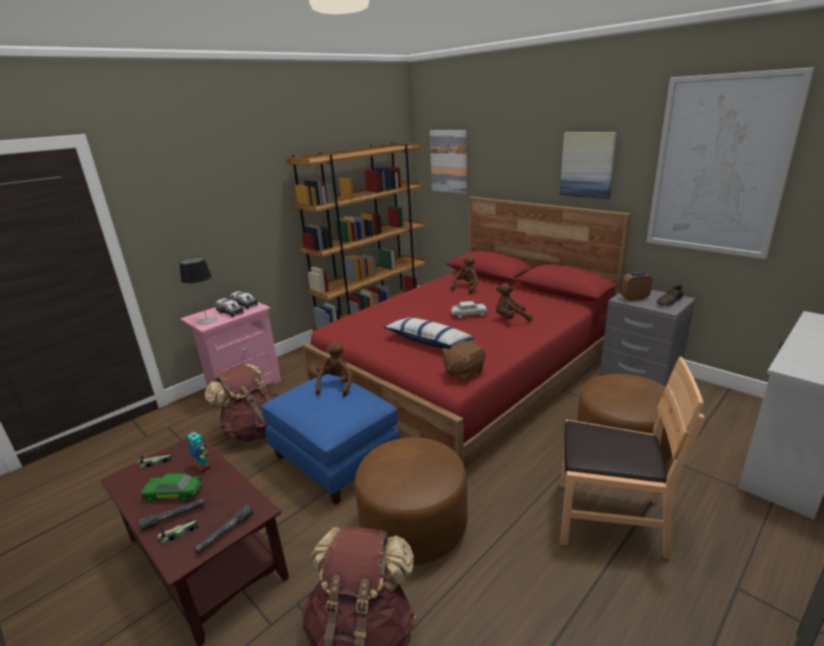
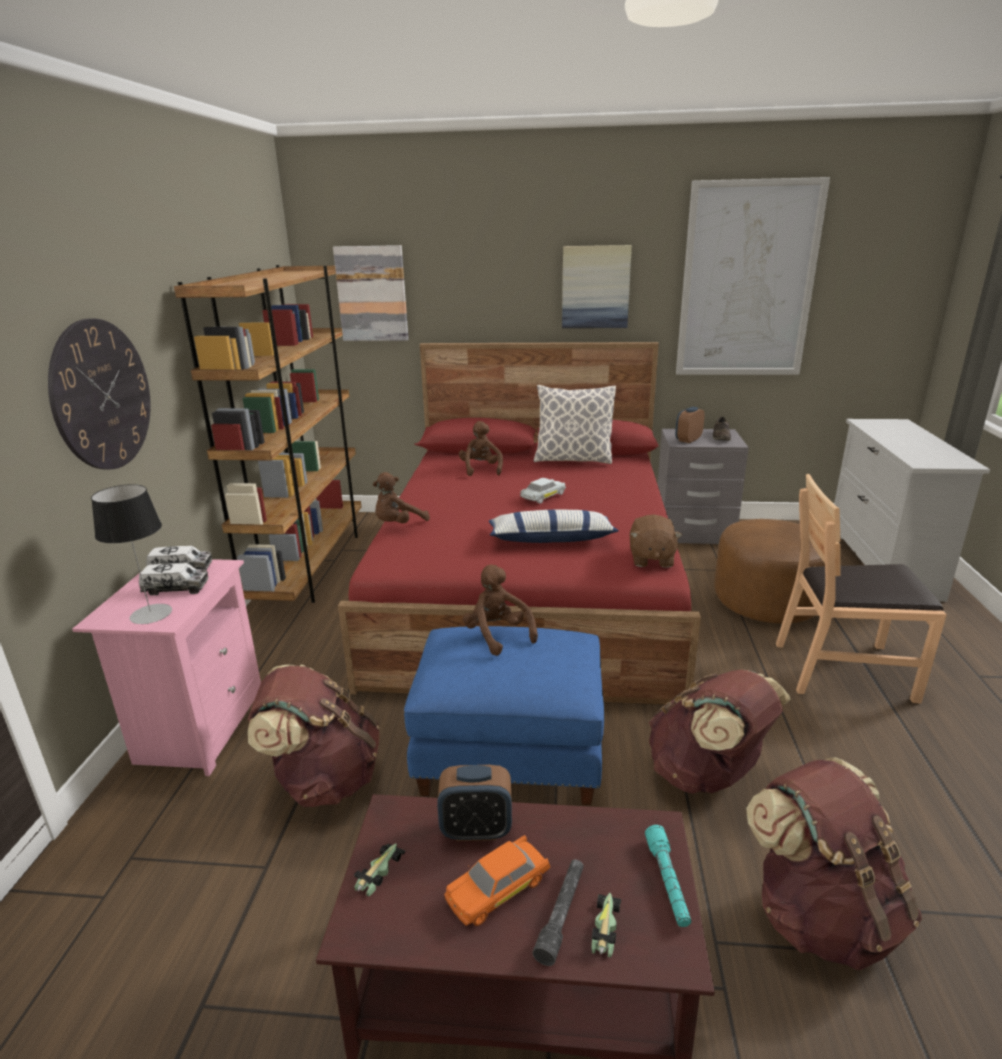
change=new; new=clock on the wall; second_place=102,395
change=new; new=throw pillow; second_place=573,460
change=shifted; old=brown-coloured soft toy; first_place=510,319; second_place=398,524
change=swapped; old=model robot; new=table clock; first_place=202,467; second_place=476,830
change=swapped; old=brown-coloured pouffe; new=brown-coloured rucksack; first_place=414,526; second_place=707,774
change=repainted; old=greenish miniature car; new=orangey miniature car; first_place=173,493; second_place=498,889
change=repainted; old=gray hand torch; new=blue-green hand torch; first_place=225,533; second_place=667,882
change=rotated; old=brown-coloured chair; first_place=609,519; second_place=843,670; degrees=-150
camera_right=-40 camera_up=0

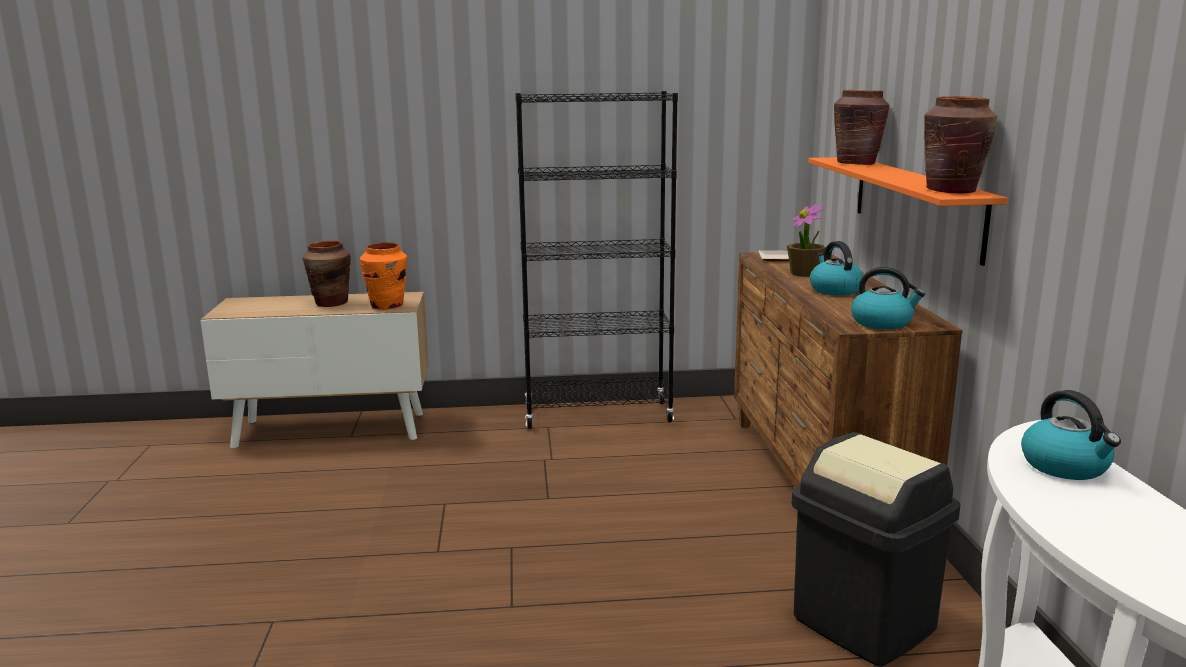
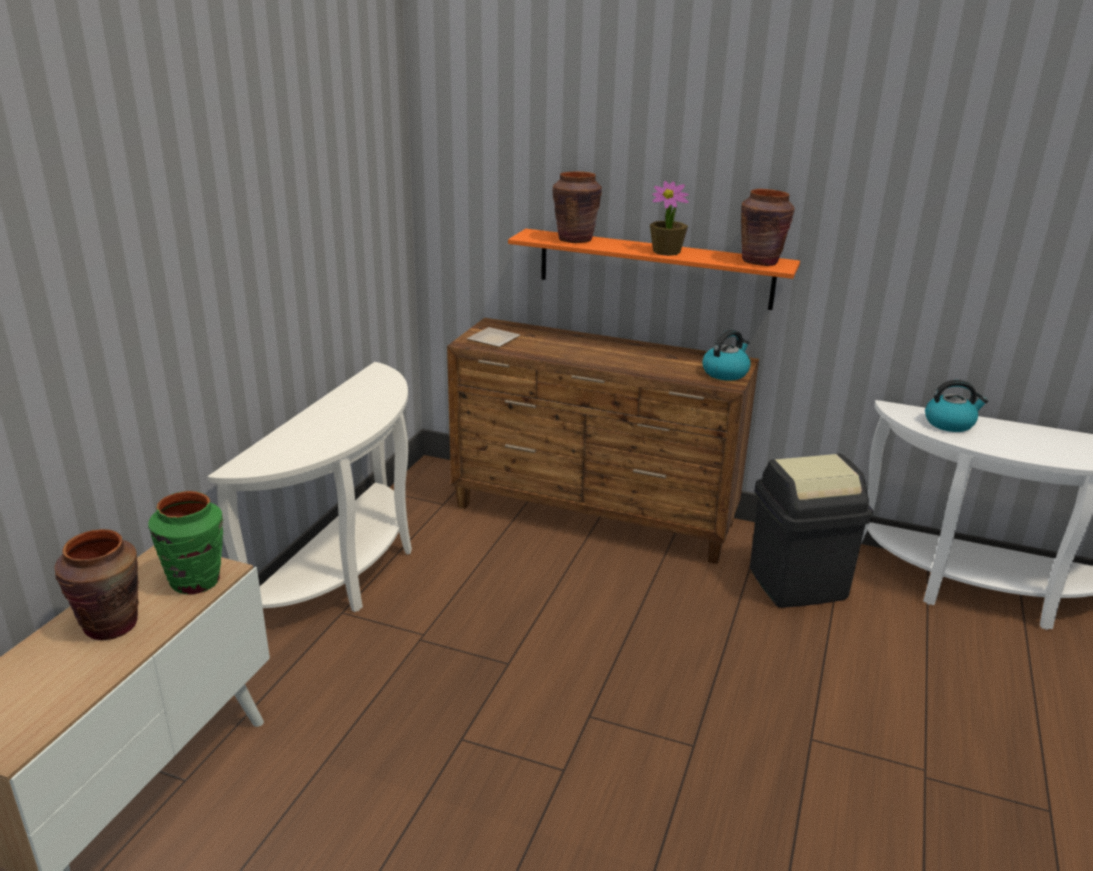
change=gone; old=tea kettle; first_place=834,290
change=shifted; old=potted plant; first_place=805,273; second_place=666,252
change=swapped; old=black shelving unit; new=white narrow table; first_place=598,415; second_place=349,572
change=repainted; old=orangey vase; new=greenish vase; first_place=387,306; second_place=196,581
camera_right=-65 camera_up=10

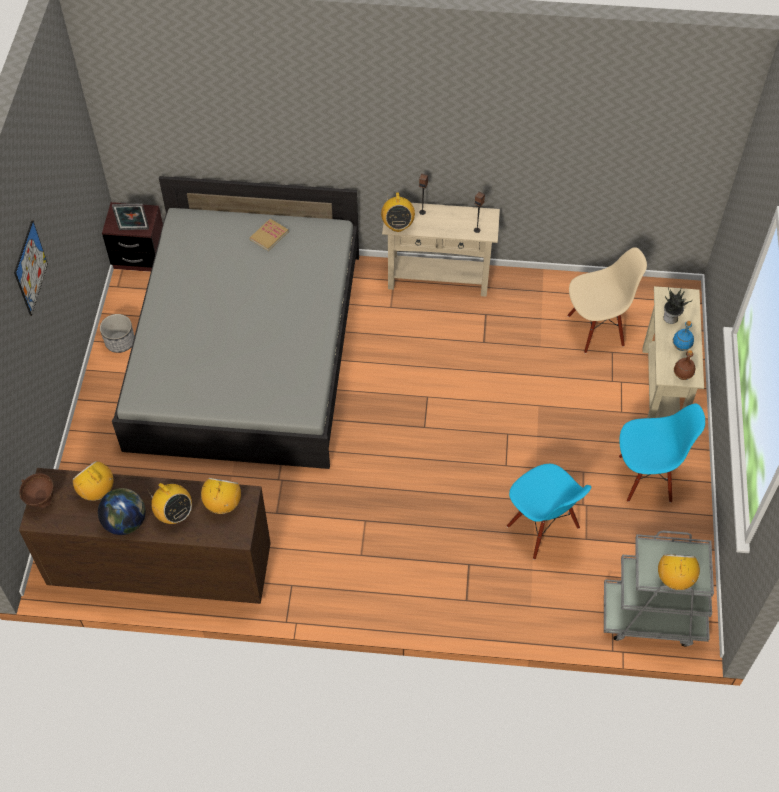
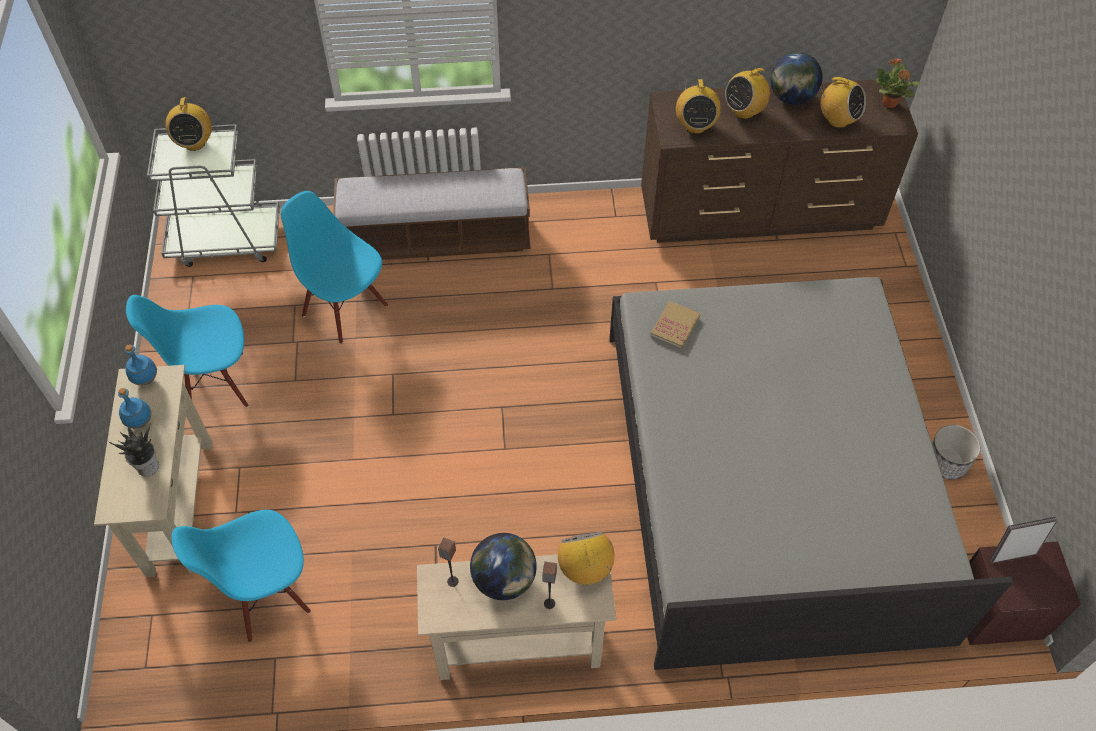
change=gone; old=wall art; first_place=30,268
change=new; new=indoor bench; second_place=437,239
change=new; new=desk globe; second_place=504,579
change=shifted; old=book; first_place=269,236; second_place=675,326
change=swapped; old=brown-coloured serving bowl; new=potted plant; first_place=43,502; second_place=889,103
change=repainted; old=beige chair; new=blue-coloured chair; first_place=596,329; second_place=267,594
change=repainted; old=brown-coloured drink bottle; new=blue-coloured drink bottle; first_place=682,376; second_place=145,380
change=rotated; old=radio receiver; first_place=174,514; second_place=744,111; degrees=-75
camera_right=170 camera_up=0

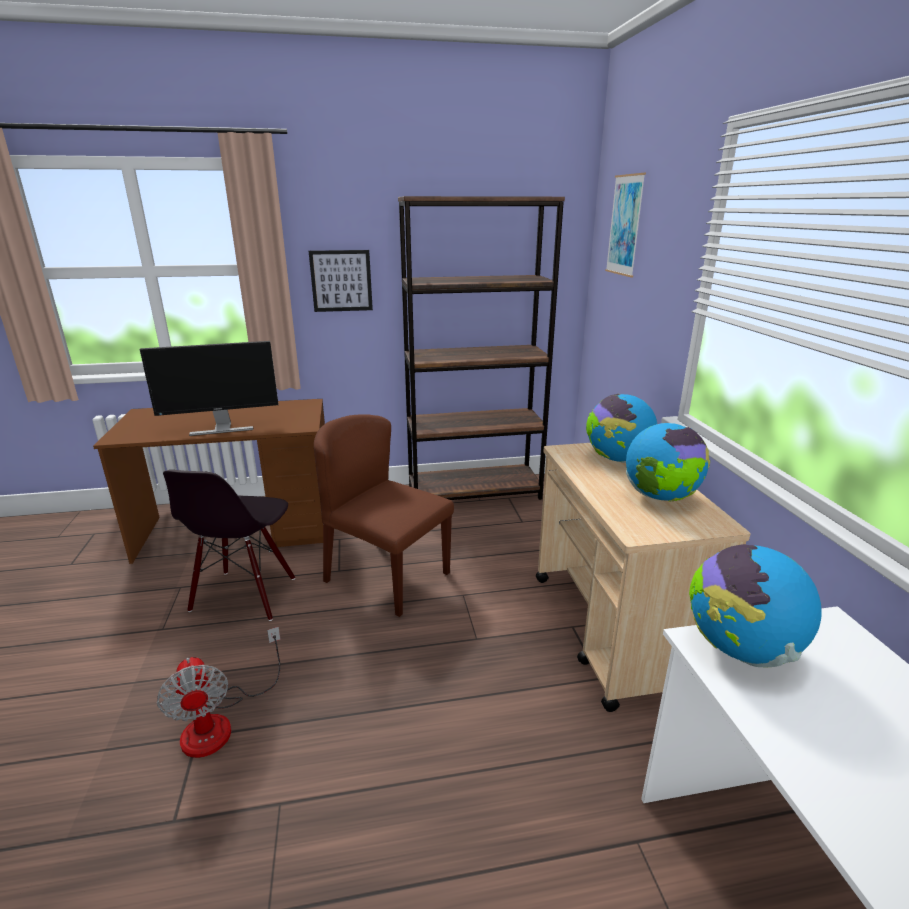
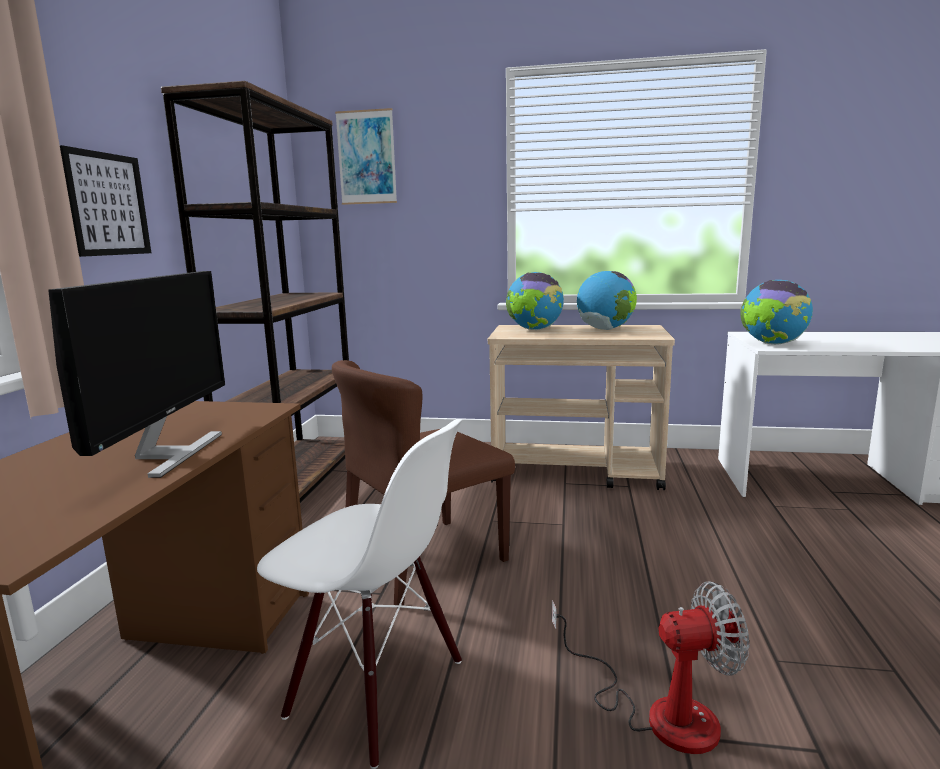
change=repainted; old=black chair; new=white chair; first_place=245,595; second_place=375,690
camera_right=-70 camera_up=-10

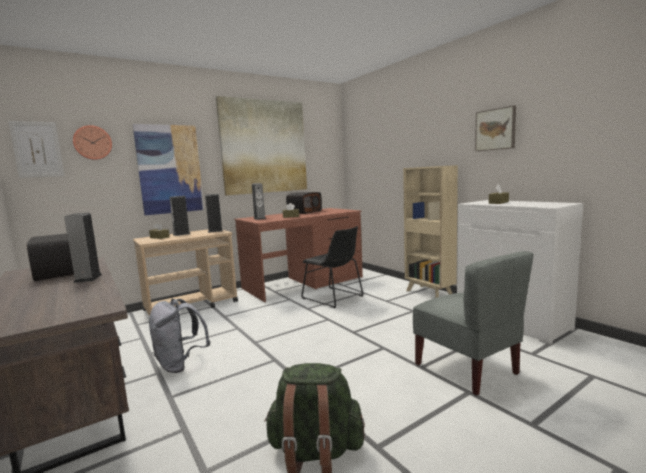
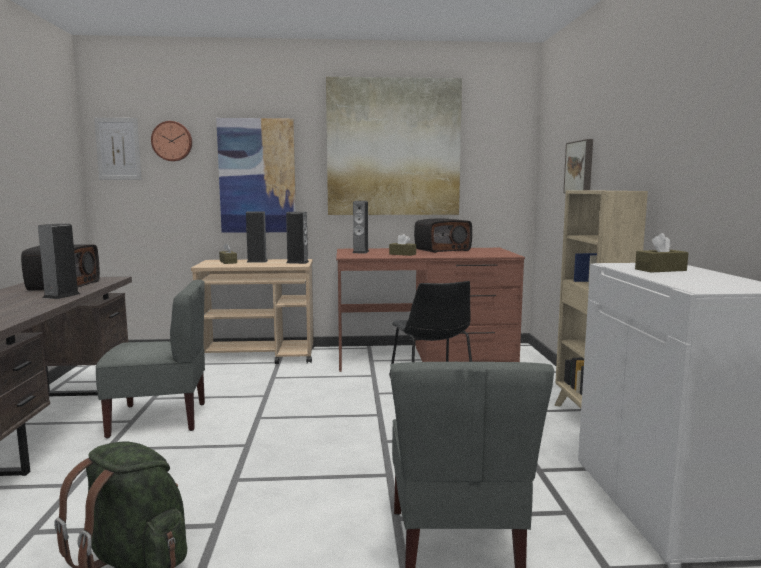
change=shifted; old=wall art; first_place=496,129; second_place=580,167
change=swapped; old=gray rucksack; new=gray chair; first_place=180,364; second_place=159,419
camera_right=30 camera_up=0

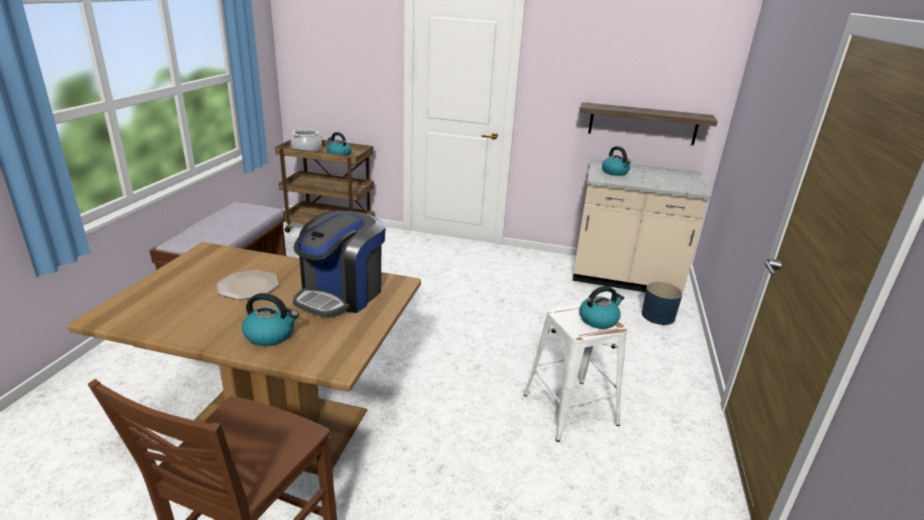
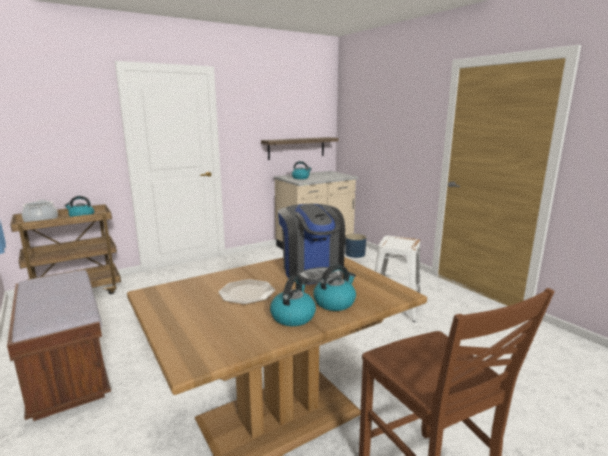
change=shifted; old=tea kettle; first_place=598,320; second_place=293,316
camera_right=-45 camera_up=-10

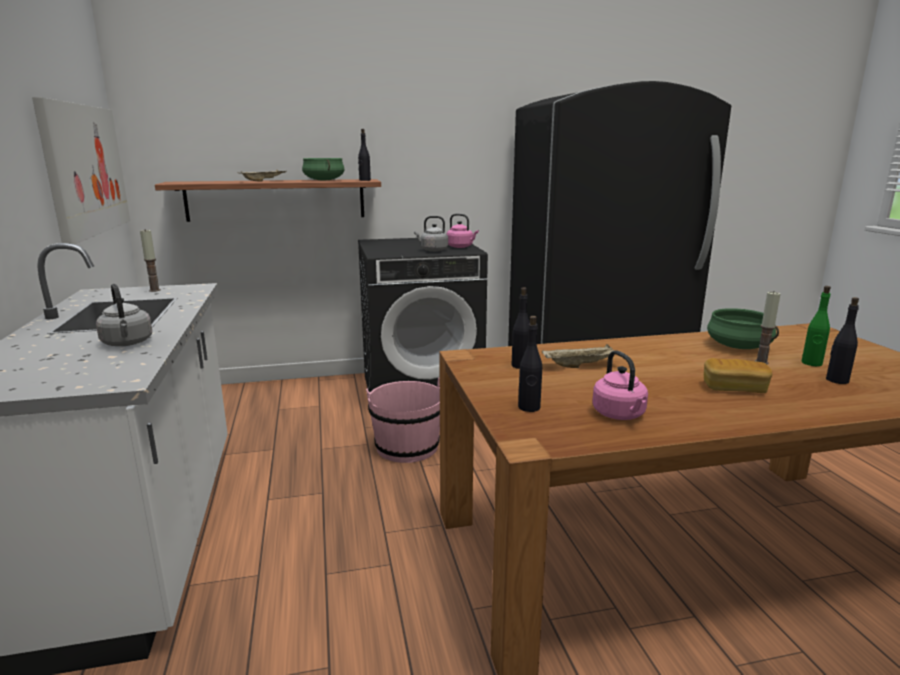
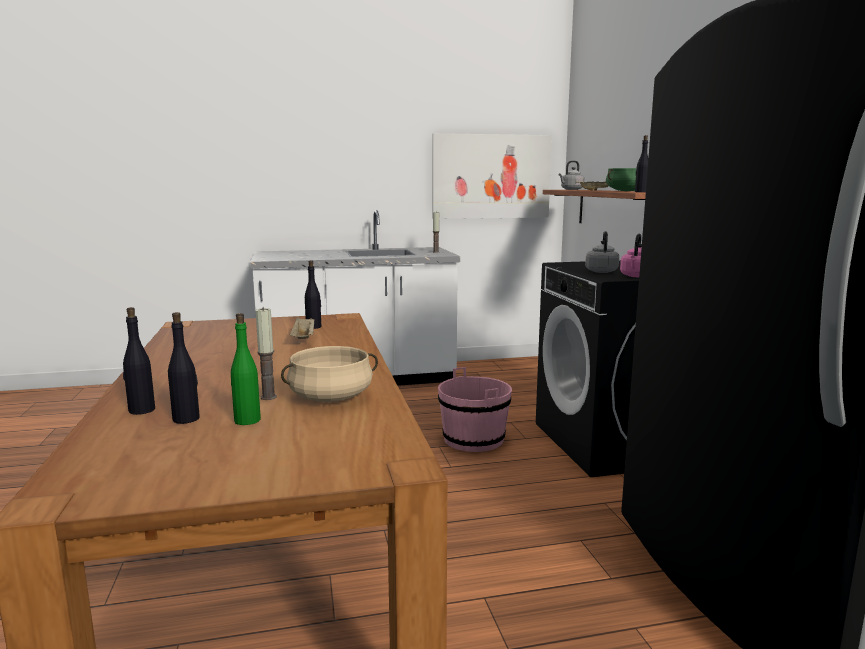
change=gone; old=pink-coloured tea kettle; first_place=620,415
change=gone; old=bread; first_place=734,388
change=shifted; old=gray tea kettle; first_place=127,343; second_place=571,189
change=shifted; old=black drink bottle; first_place=529,407; second_place=141,410
change=repainted; old=greenish stockpot; new=beige stockpot; first_place=739,346; second_place=331,397
camera_right=90 camera_up=-5

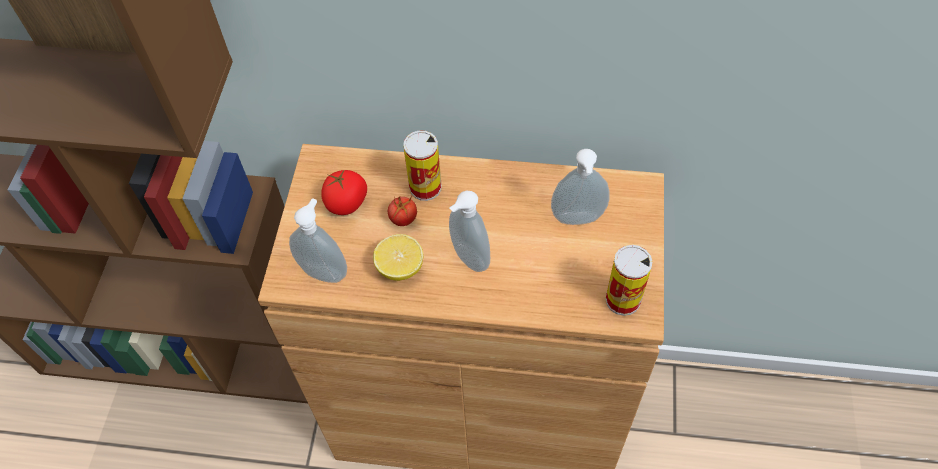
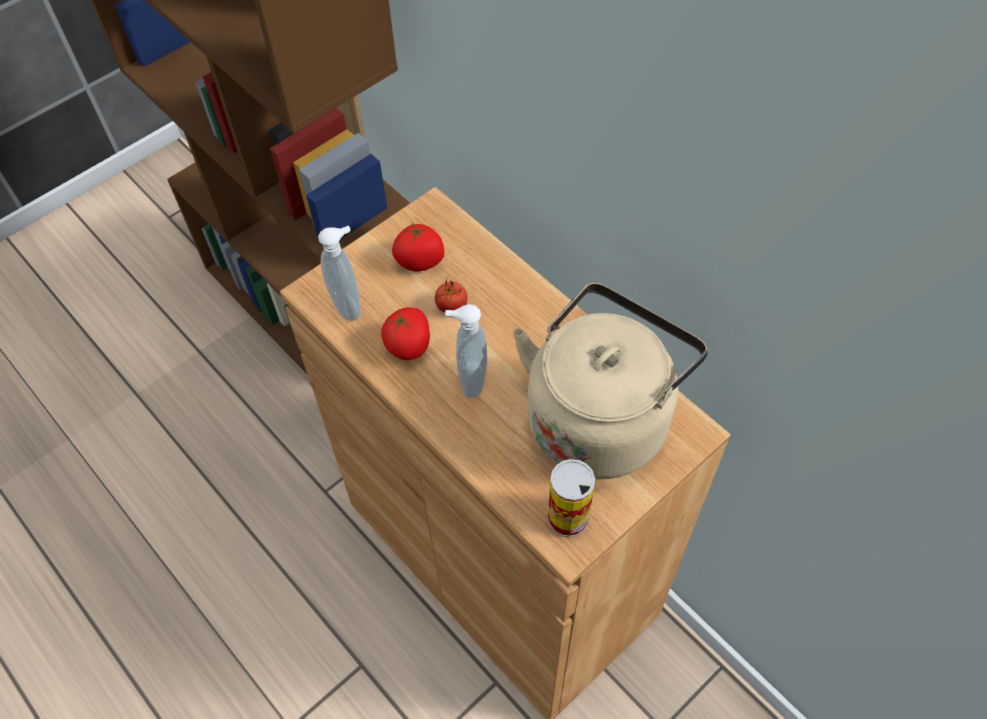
change=gone; old=sealed can; first_place=425,187
change=swapped; old=whole lemon; new=whole tomato; first_place=400,267; second_place=409,345
change=swapped; old=soap dispenser; new=beige tea kettle; first_place=578,220; second_place=600,417
camera_right=40 camera_up=0

